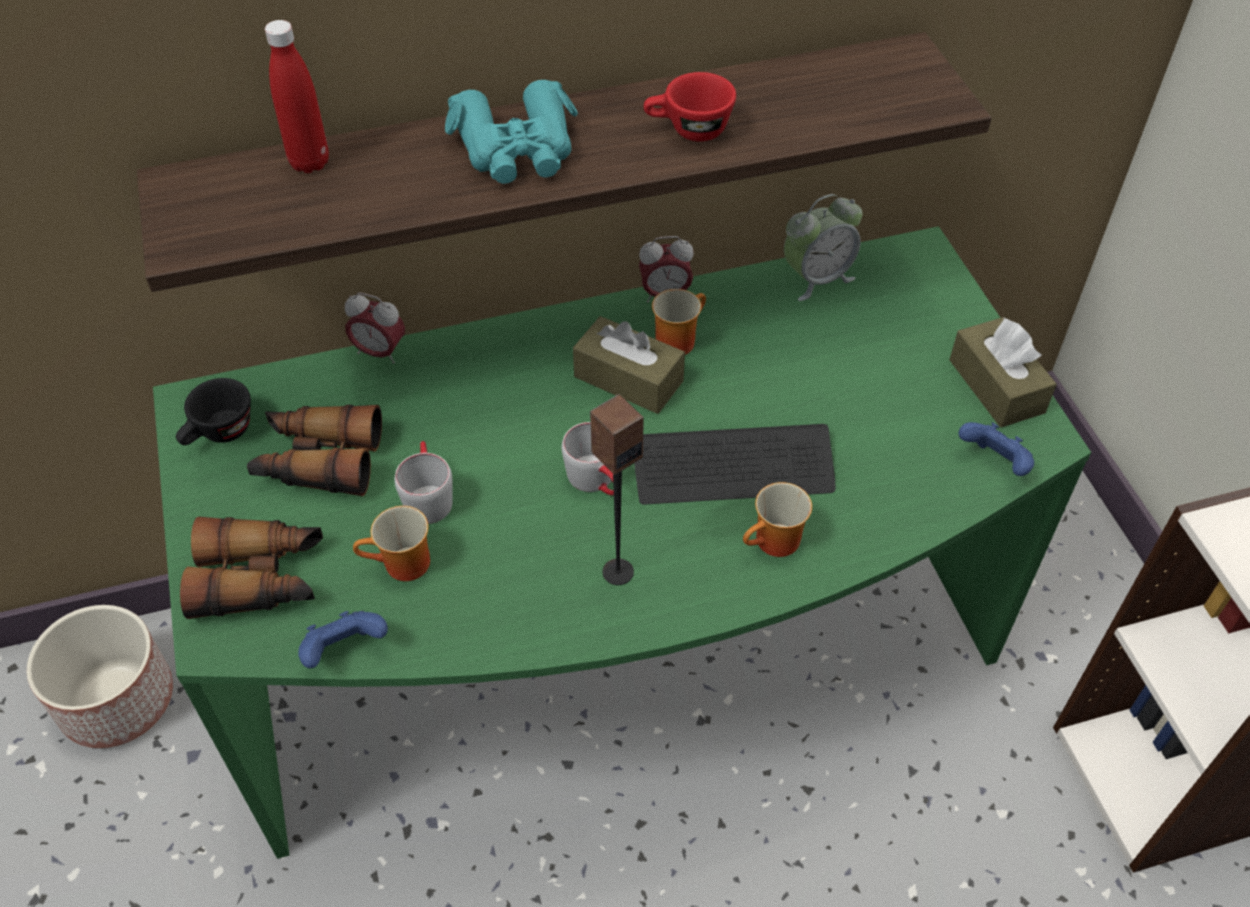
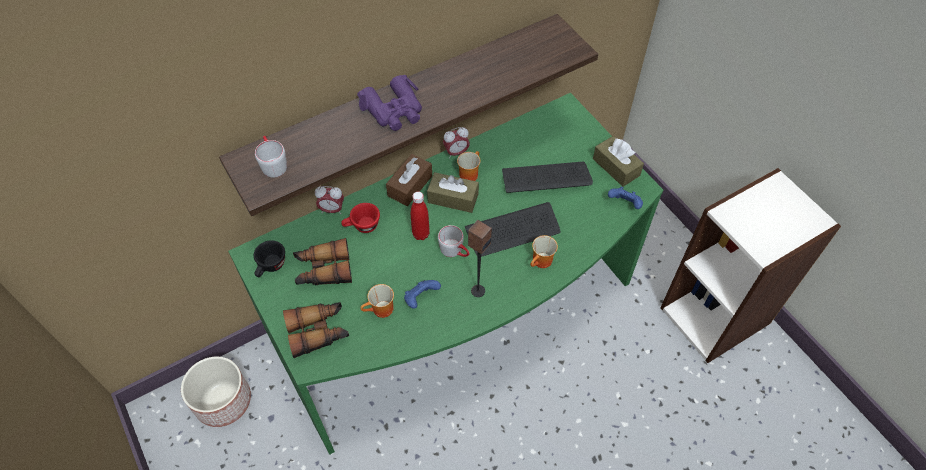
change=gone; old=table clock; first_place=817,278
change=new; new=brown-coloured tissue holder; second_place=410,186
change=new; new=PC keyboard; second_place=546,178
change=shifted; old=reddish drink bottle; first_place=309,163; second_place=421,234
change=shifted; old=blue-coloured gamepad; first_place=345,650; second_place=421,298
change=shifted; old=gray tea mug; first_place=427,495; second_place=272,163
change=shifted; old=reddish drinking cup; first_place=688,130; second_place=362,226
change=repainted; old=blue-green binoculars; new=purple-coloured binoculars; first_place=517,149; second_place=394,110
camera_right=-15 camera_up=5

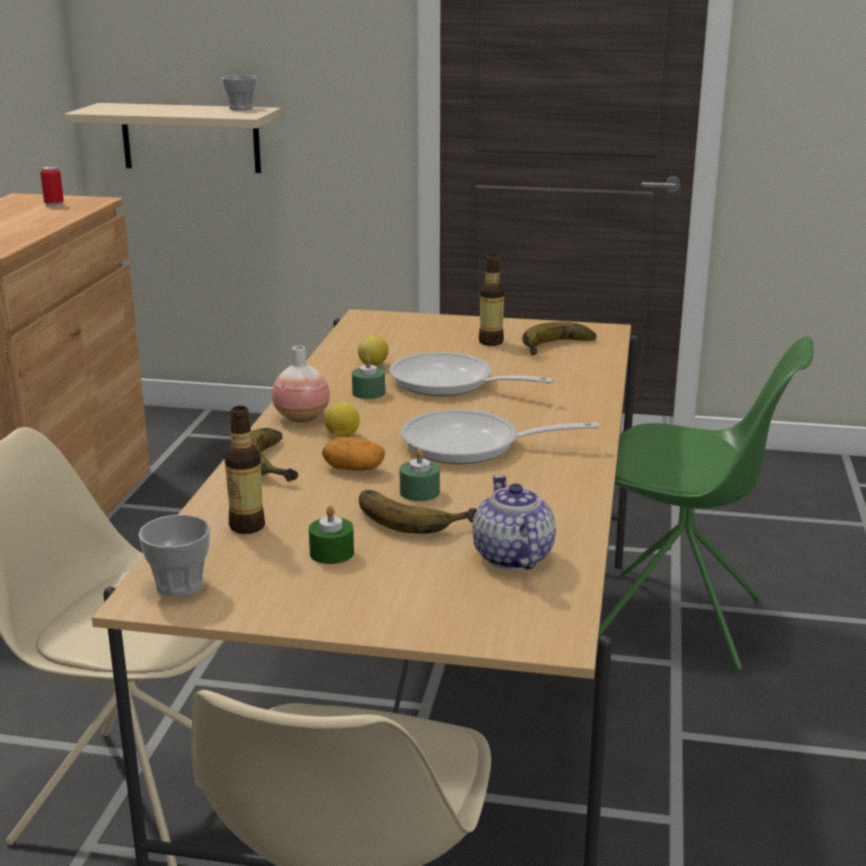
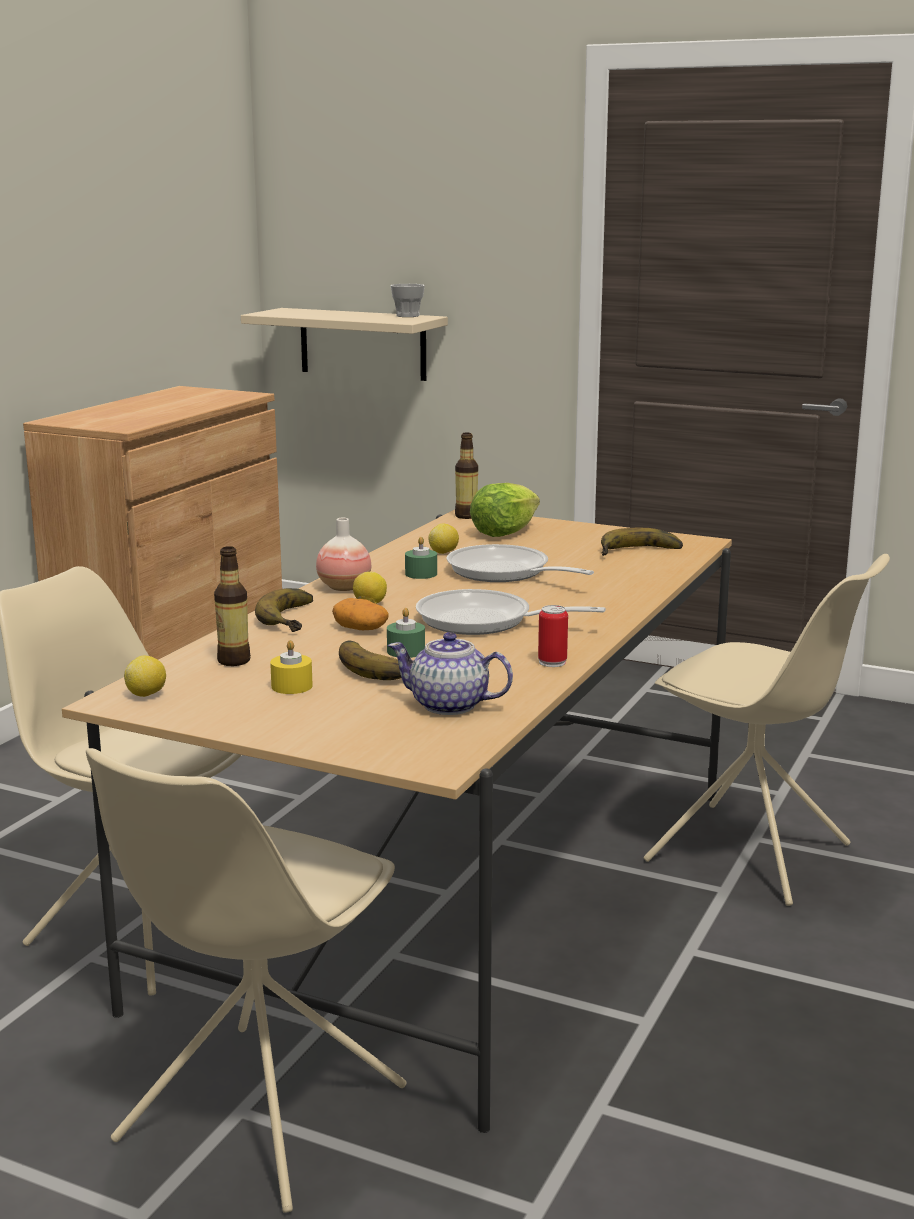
change=new; new=lettuce head; second_place=503,533
change=shifted; old=sealed can; first_place=54,204; second_place=552,662
change=shifted; old=drink bottle; first_place=491,342; second_place=466,516
change=swapped; old=drinking cup; new=whole lemon; first_place=179,585; second_place=147,694
change=repainted; old=greenish wax candle; new=yellow wax candle; first_place=331,553; second_place=292,686
change=repainted; old=greenish chair; new=beige chair; first_place=681,621; second_place=751,854
change=rotated; old=tea pot; first_place=512,557; second_place=450,705; degrees=-75
camera_right=15 camera_up=-5

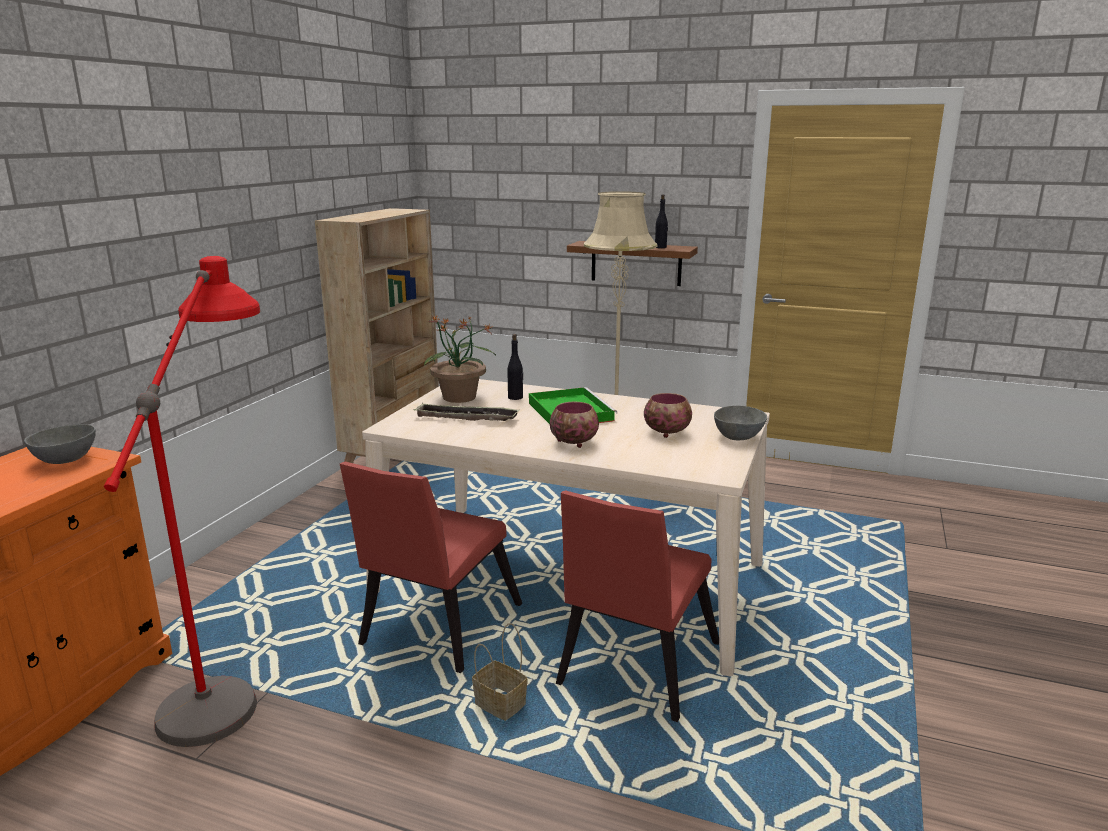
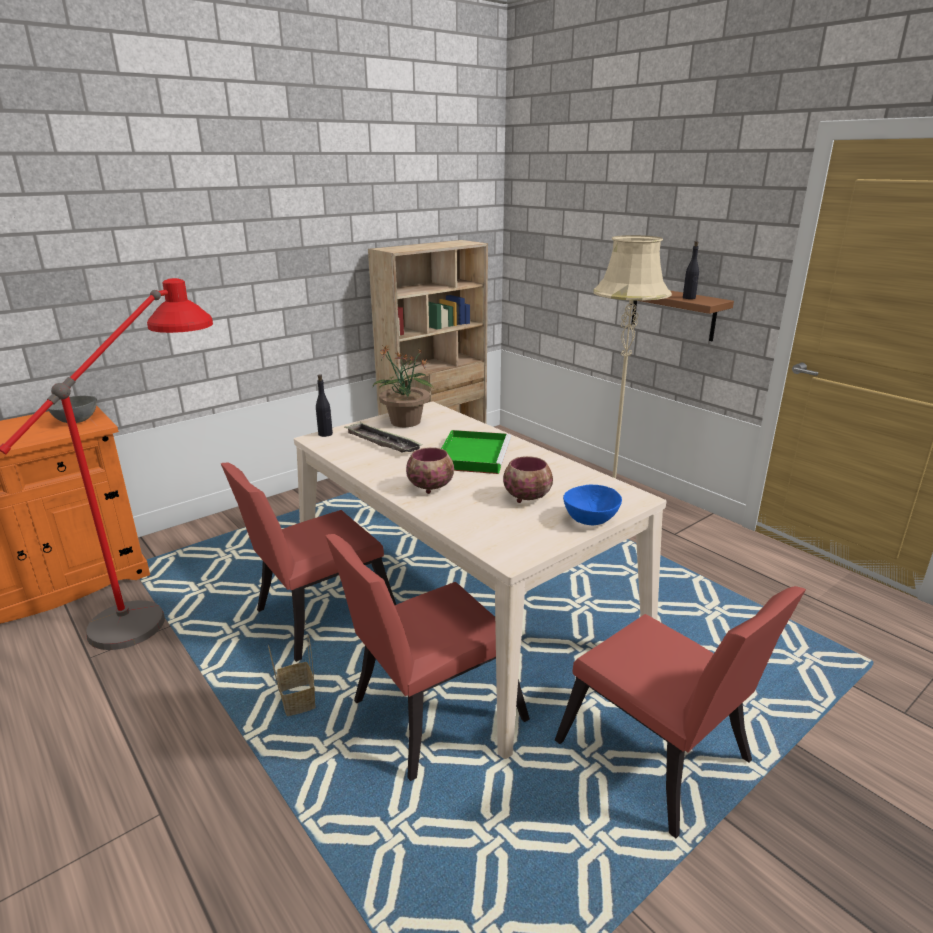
change=new; new=reddish chair; second_place=660,760
change=shifted; old=black drink bottle; first_place=515,397; second_place=325,434
change=repainted; old=gray serving bowl; new=blue-coloured serving bowl; first_place=739,437; second_place=592,520
camera_right=30 camera_up=5

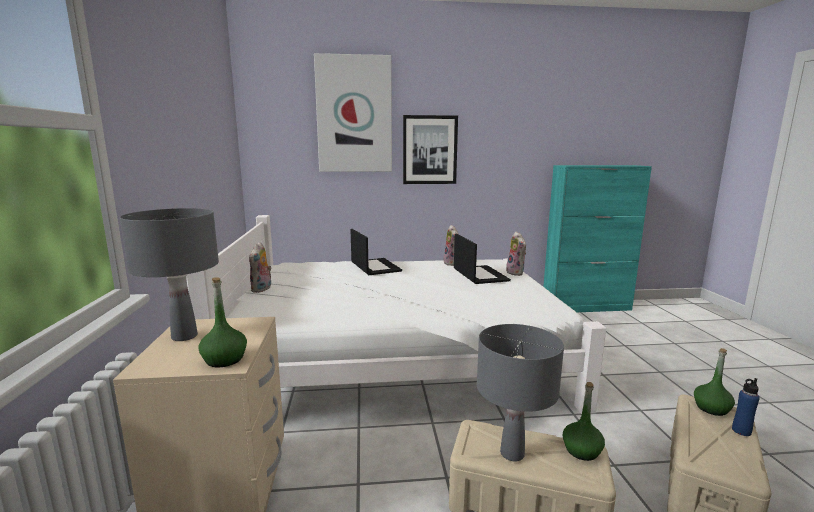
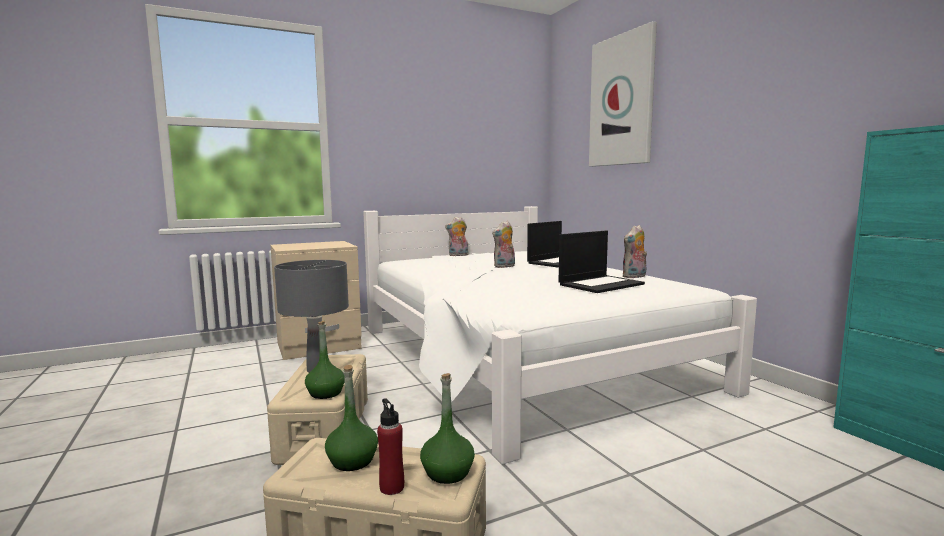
change=gone; old=gray table lamp; first_place=184,336
change=gone; old=wall art; first_place=429,150
change=shifted; old=greenish drink bottle; first_place=225,359; second_place=352,461
change=shifted; old=soft toy; first_place=516,273; second_place=504,266
change=repainted; old=blue-coloured drink bottle; new=reddish drink bottle; first_place=741,431; second_place=392,487
camera_right=70 camera_up=-5

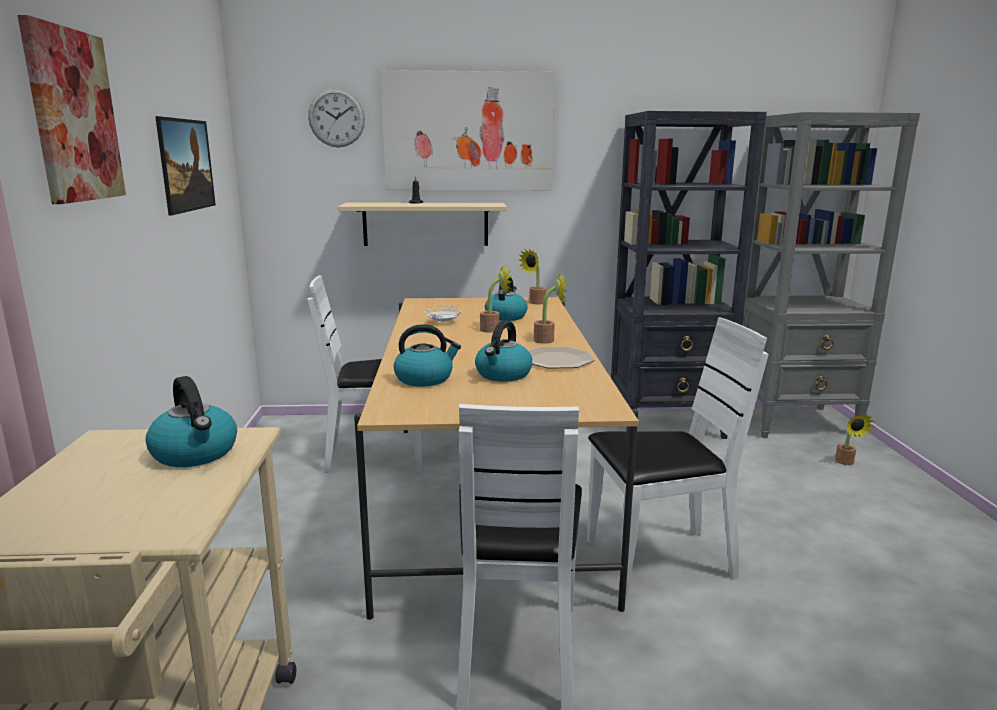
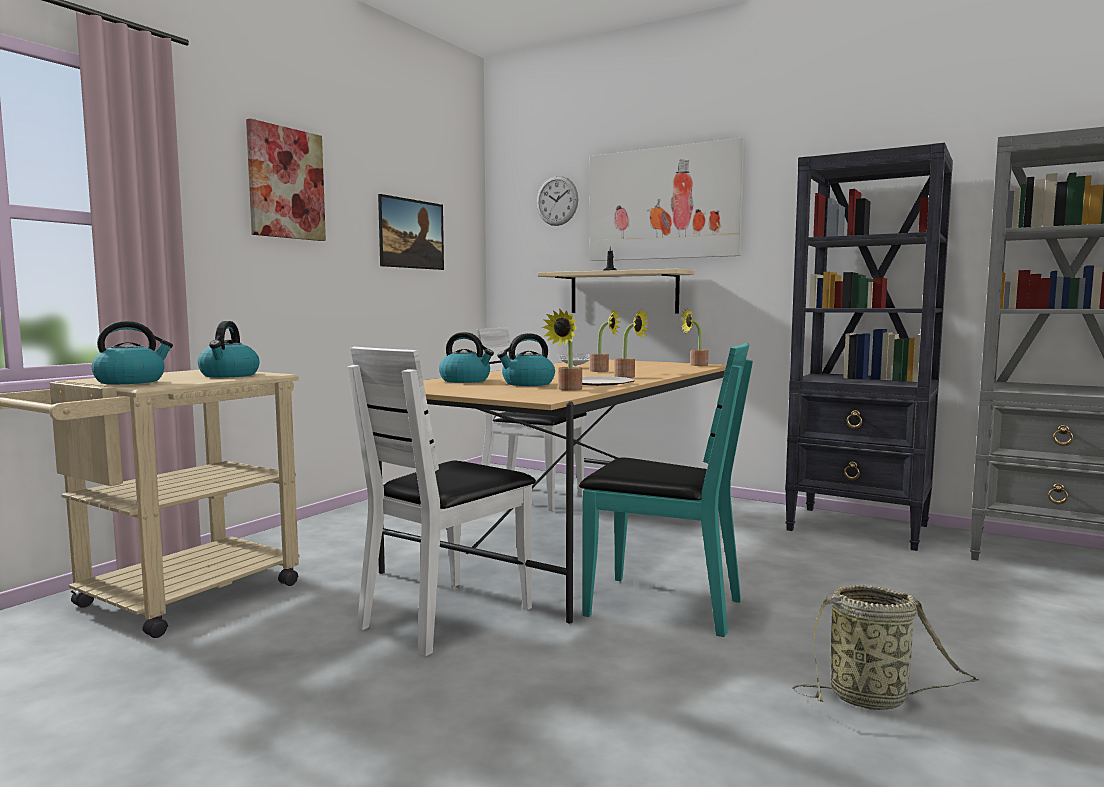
change=new; new=basket; second_place=873,698
change=shifted; old=tea kettle; first_place=506,316; second_place=131,381
change=shifted; old=potted plant; first_place=846,463; second_place=567,389
change=repainted; old=white chair; new=blue-green chair; first_place=659,560; second_place=662,606
camera_right=35 camera_up=-10

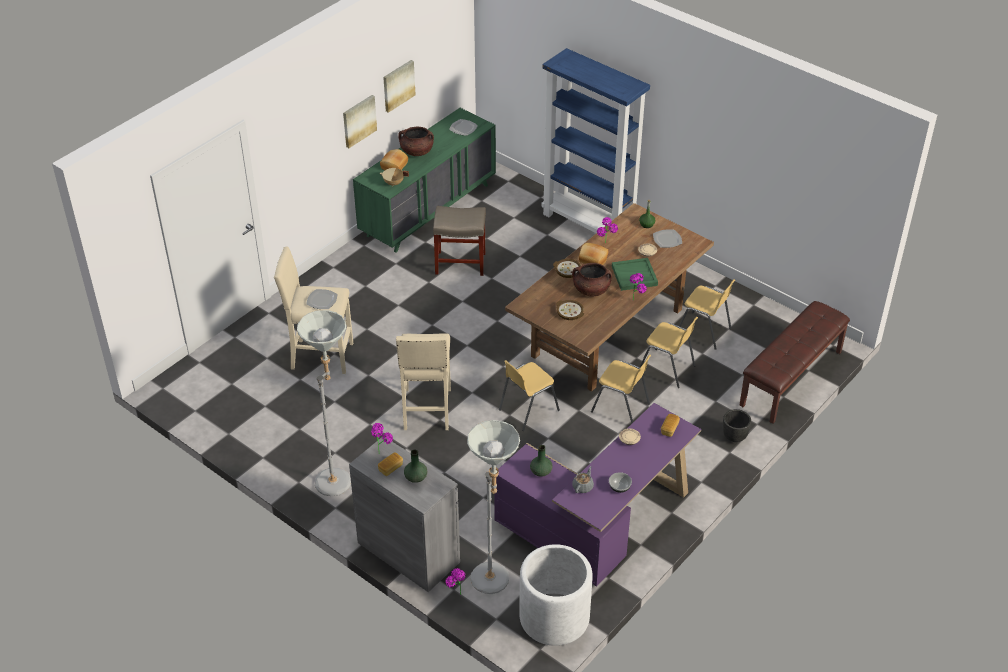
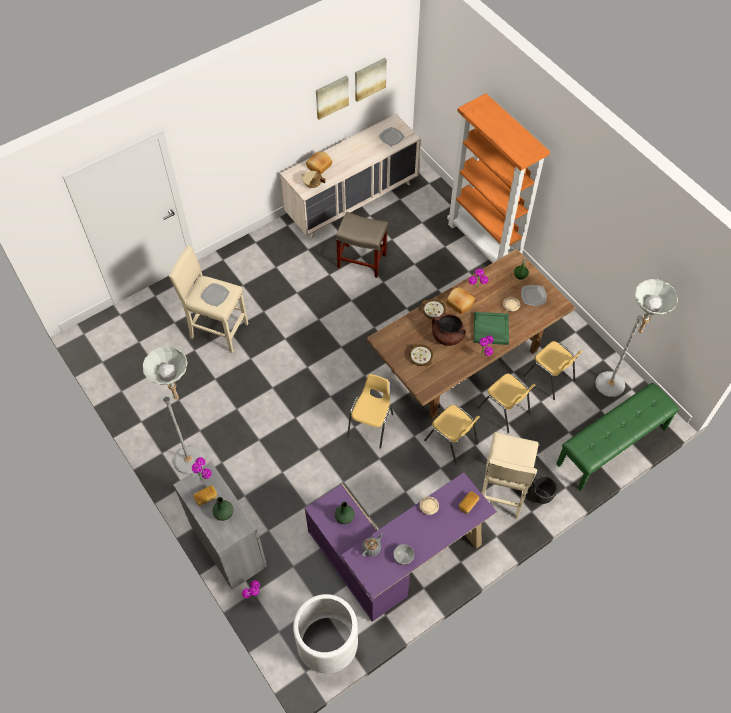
change=gone; old=brown-coloured stockpot; first_place=417,152
change=shifted; old=wall art; first_place=359,120; second_place=369,79
change=shifted; old=beige stool; first_place=426,410; second_place=501,492
change=shifted; old=gray standard lamp; first_place=493,585; second_place=611,390
change=repainted; old=greenish chest of drawers; new=beige chest of drawers; first_place=428,210; second_place=352,200
change=repainted; old=blue-coloured shelving unit; new=orangey shelving unit; first_place=589,225; second_place=484,244
change=repainted; old=brown-coloured indoor bench; new=greenish indoor bench; first_place=791,378; second_place=612,447
change=rotated; old=yellow chair; first_place=527,410; second_place=371,425; degrees=135
camera_right=15 camera_up=15

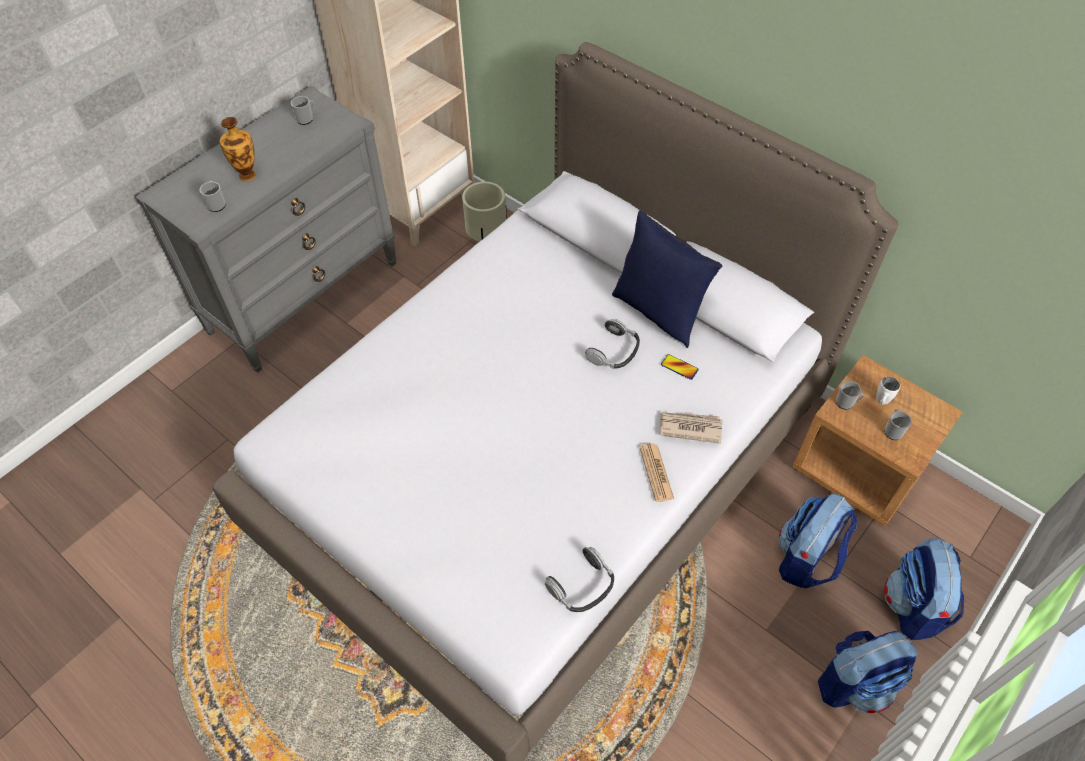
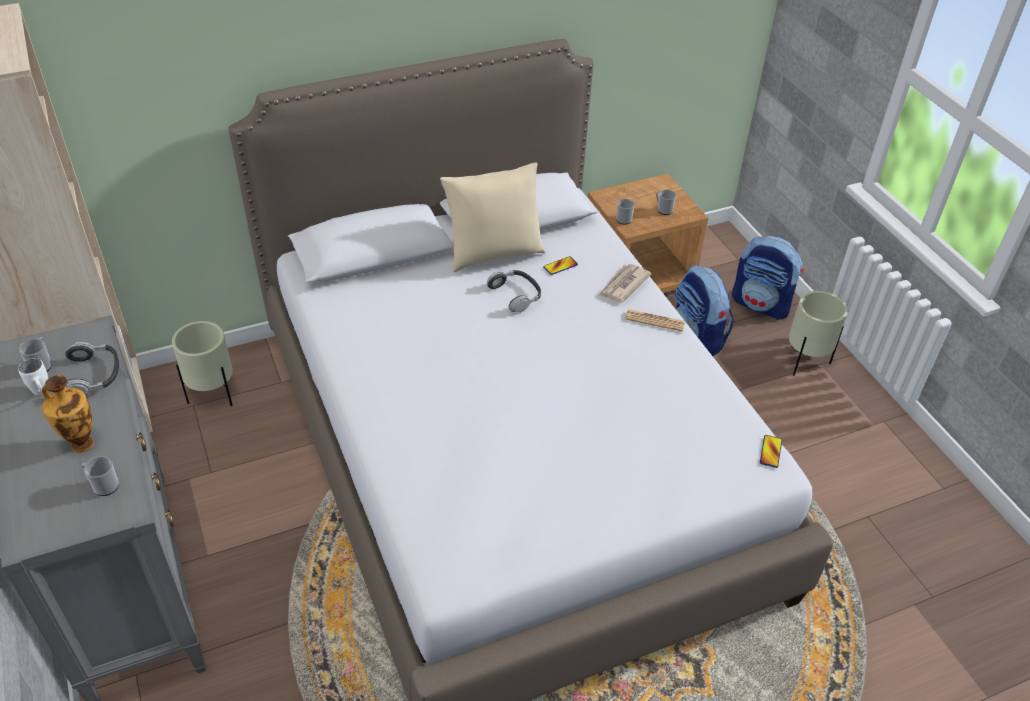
change=new; new=telephone; second_place=770,452
change=shifted; old=headset; first_place=582,586; second_place=93,375
change=shifted; old=white tea mug; first_place=881,402; second_place=42,393
change=swapped; old=rucksack; new=beige planter; first_place=854,682; second_place=805,361
change=repainted; old=blue-coloured throw pillow; new=beige throw pillow; first_place=658,311; second_place=493,254
camera_right=-65 camera_up=-10

